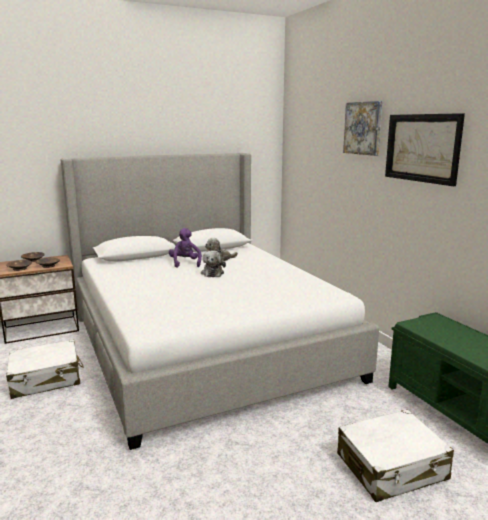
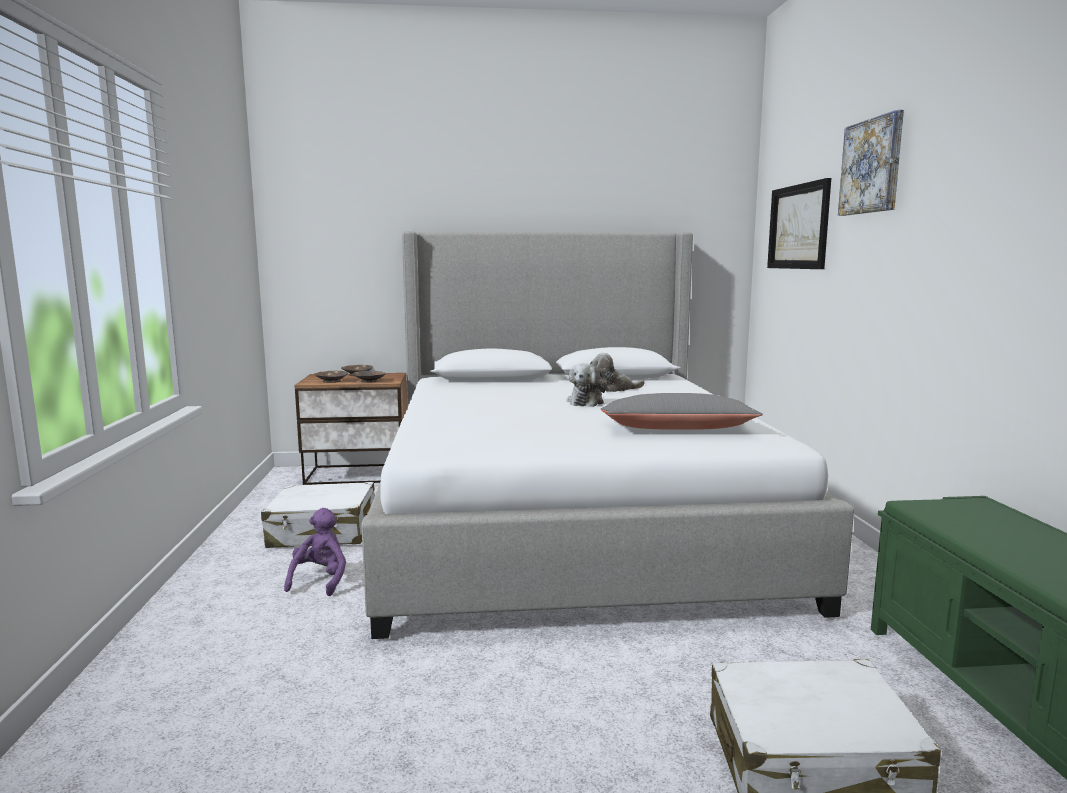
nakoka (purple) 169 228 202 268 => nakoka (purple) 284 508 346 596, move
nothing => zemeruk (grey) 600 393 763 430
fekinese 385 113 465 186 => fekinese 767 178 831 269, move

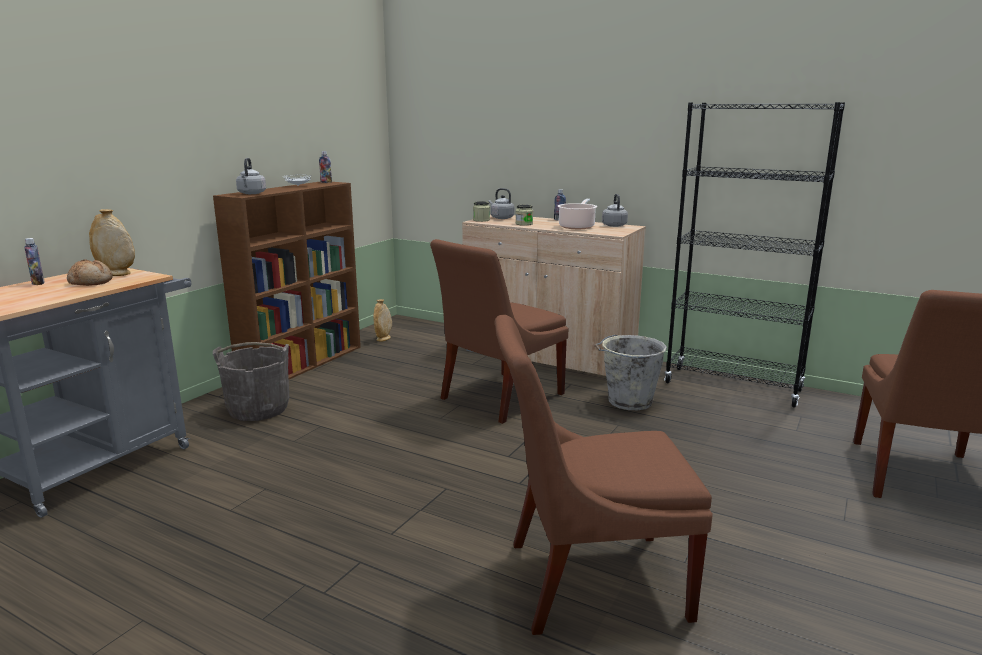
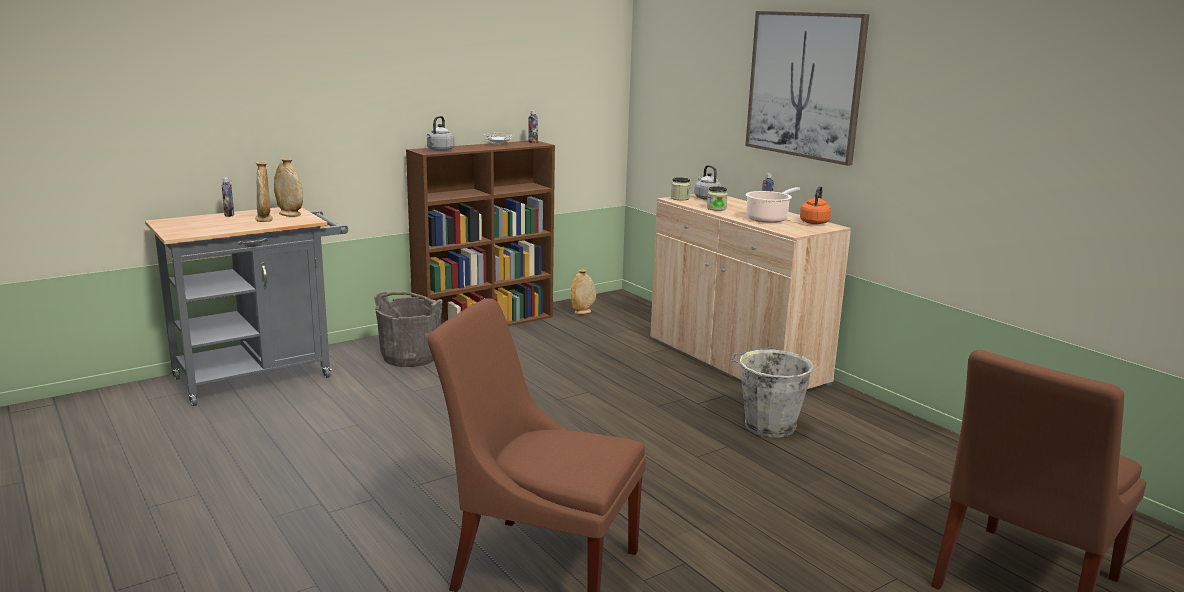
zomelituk 67 259 113 286 => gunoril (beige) 255 161 273 222
nothing => fekinese 745 11 869 166
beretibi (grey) 602 194 628 227 => beretibi (orange) 800 186 831 224
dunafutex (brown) 430 239 568 424 => nothing
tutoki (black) 664 102 845 407 => nothing

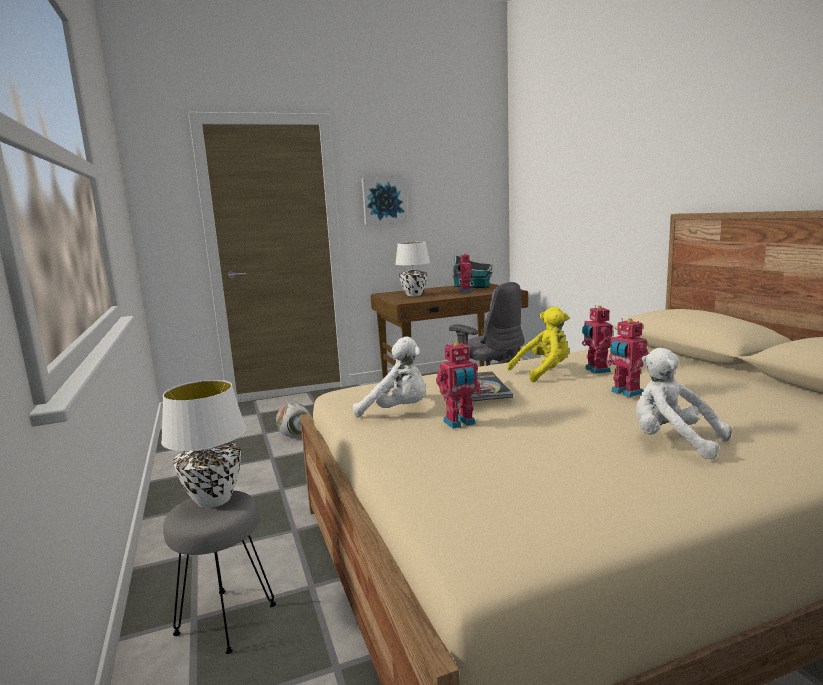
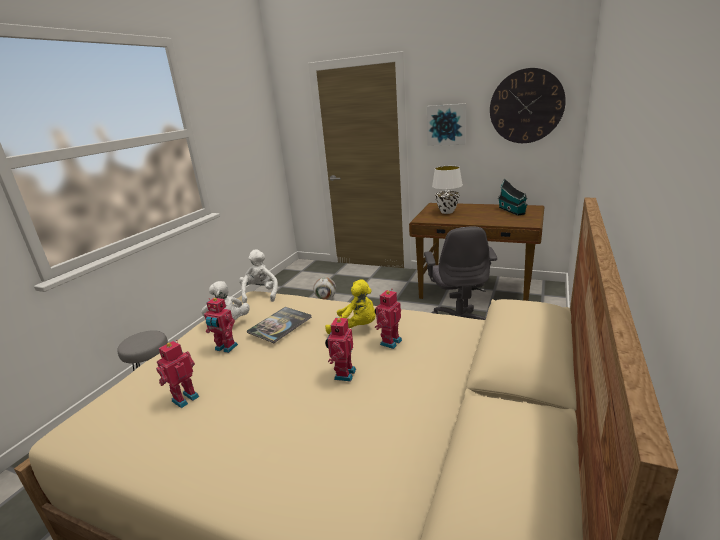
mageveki 456 253 472 292 => mageveki 156 340 199 408, move
nakoka (white) 636 348 732 460 => nakoka (white) 239 249 278 303, move
nothing => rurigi 490 68 566 143
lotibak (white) 161 380 246 508 => nothing

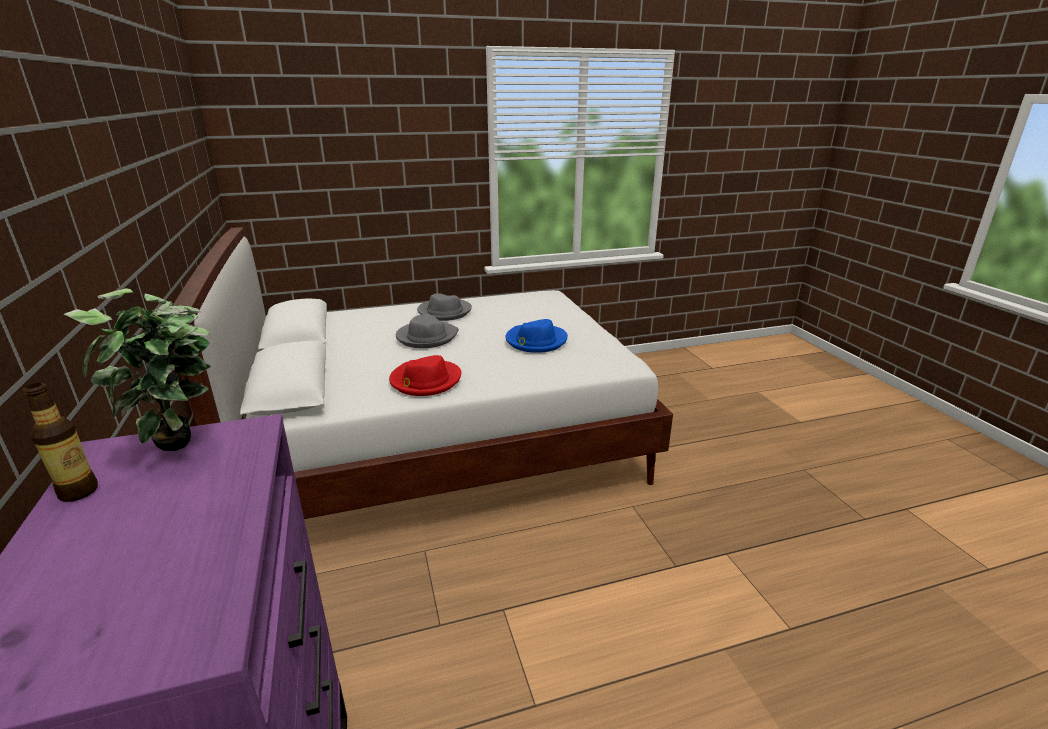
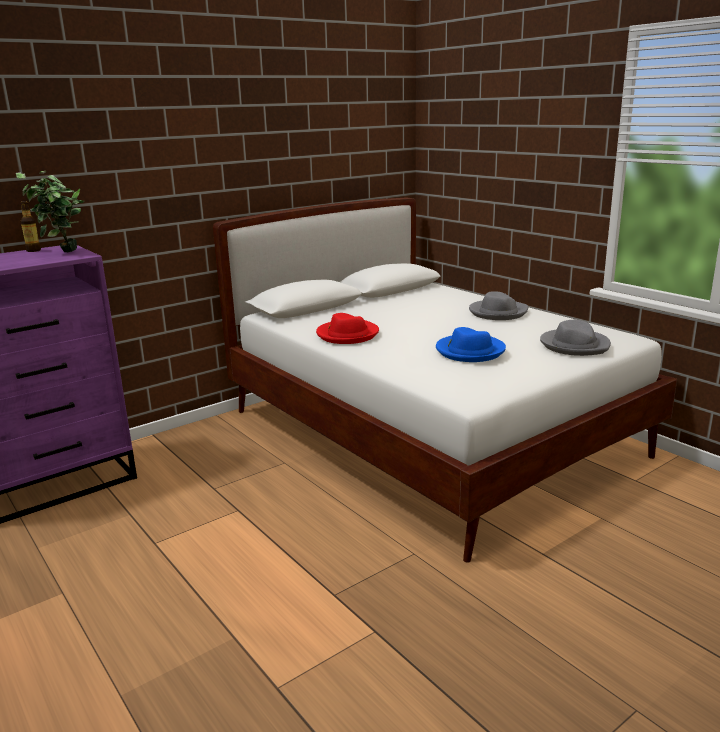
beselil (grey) 396 315 459 348 => beselil (grey) 540 320 611 356, move

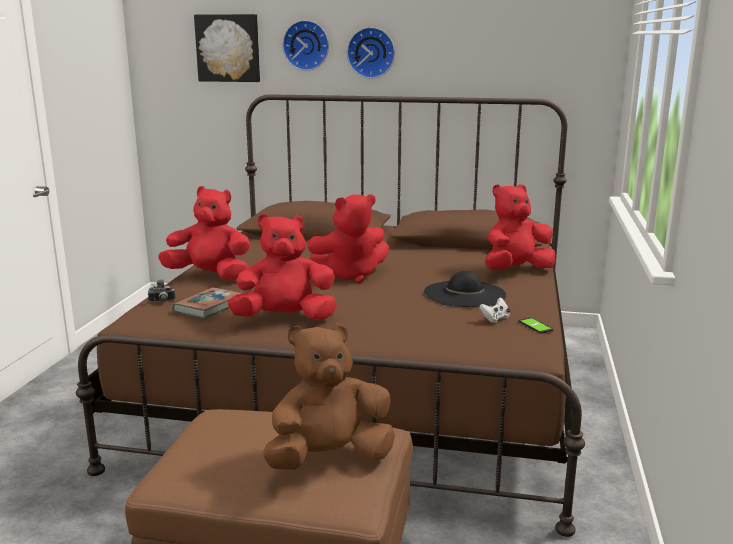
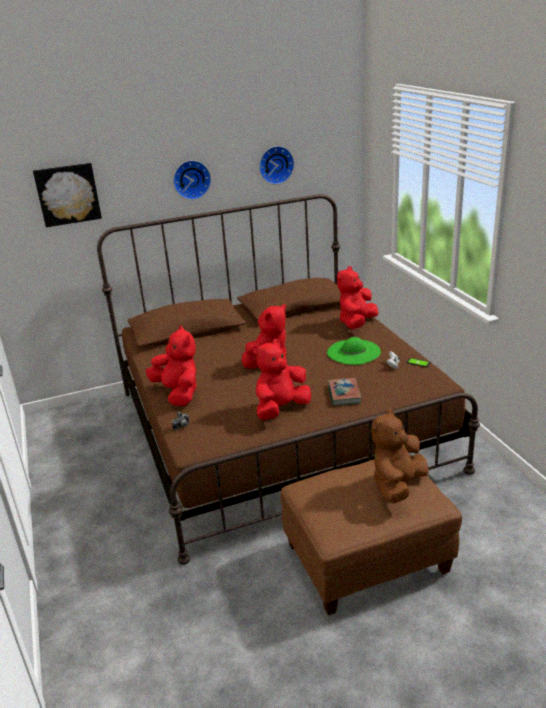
nakoka (red) 158 186 250 281 => nakoka (red) 146 326 197 406, 75 degrees clockwise
rurigi 282 20 329 71 => rurigi 259 146 294 185, move
beselil (black) 424 271 506 307 => beselil (green) 327 337 381 365
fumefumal 173 288 242 319 => fumefumal 327 378 362 406, move

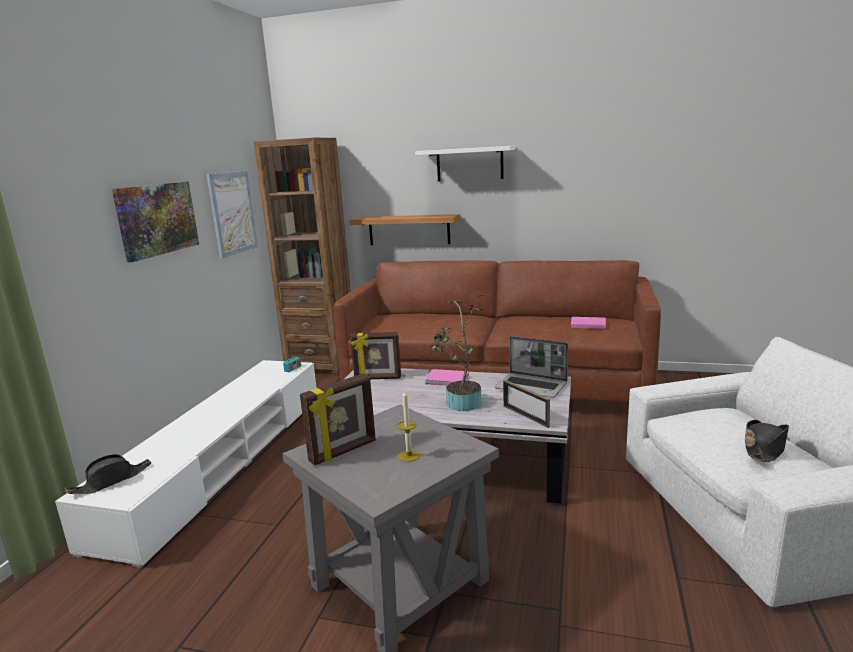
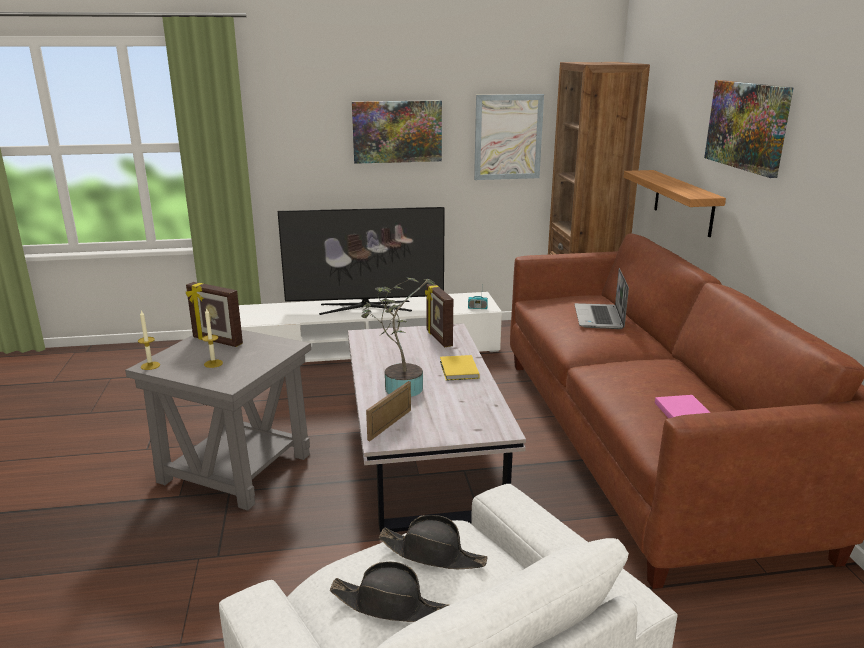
nothing => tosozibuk 138 310 160 370
nothing => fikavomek 278 207 445 315
beselil (black) 65 454 151 494 => beselil (black) 379 515 488 569, move
fumefumal (pink) 425 369 469 386 => fumefumal (yellow) 440 355 479 381
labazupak 495 336 568 398 => labazupak 574 268 629 329, move
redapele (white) 415 146 515 181 => fekinese 704 80 793 178

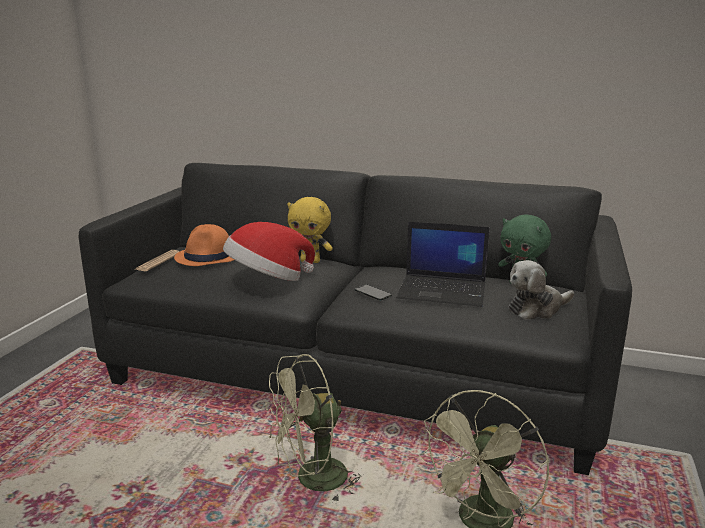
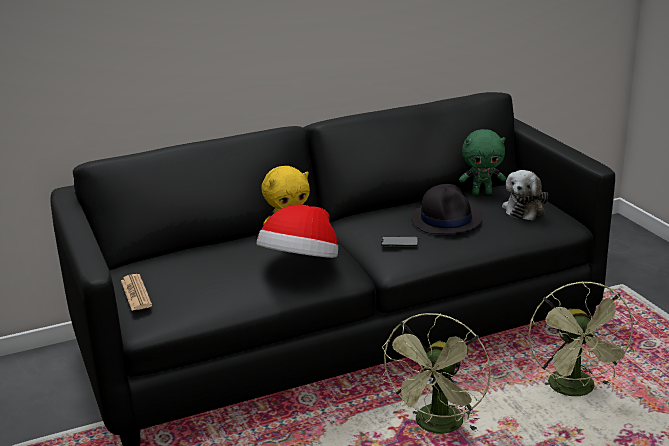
labazupak 396 222 490 307 => beselil (black) 411 184 482 234
beselil (orange) 174 224 234 266 => nothing

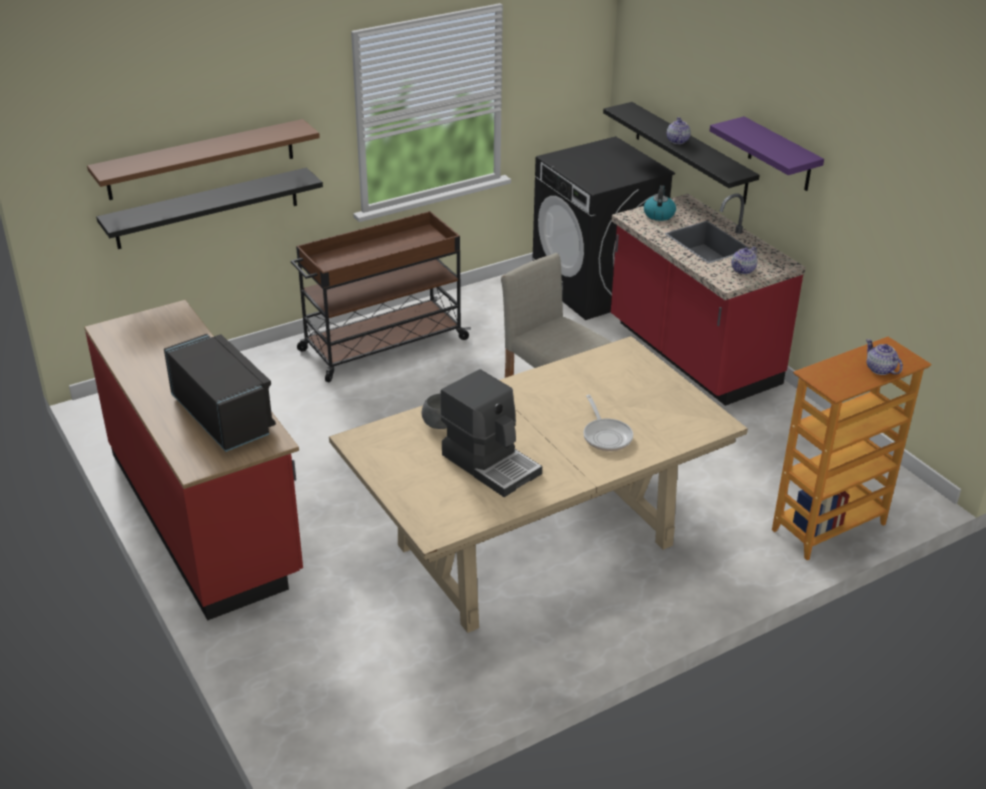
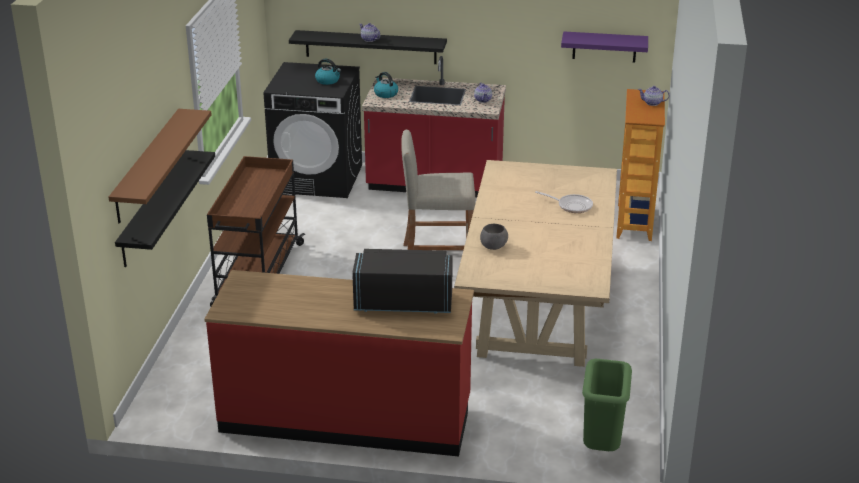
nothing => beretibi 315 59 341 85
redapele (purple) 710 117 824 191 => redapele (purple) 561 32 648 63, move
nothing => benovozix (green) 582 359 632 451
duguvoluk 441 369 542 497 => nothing

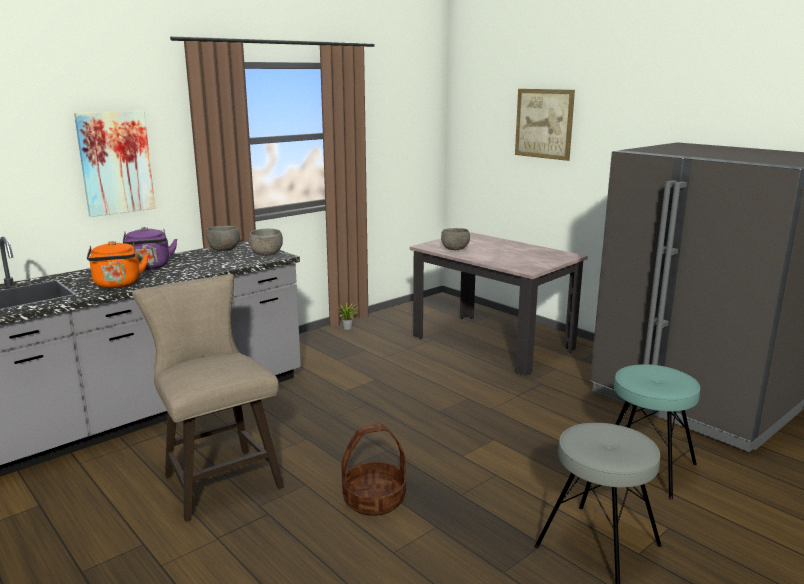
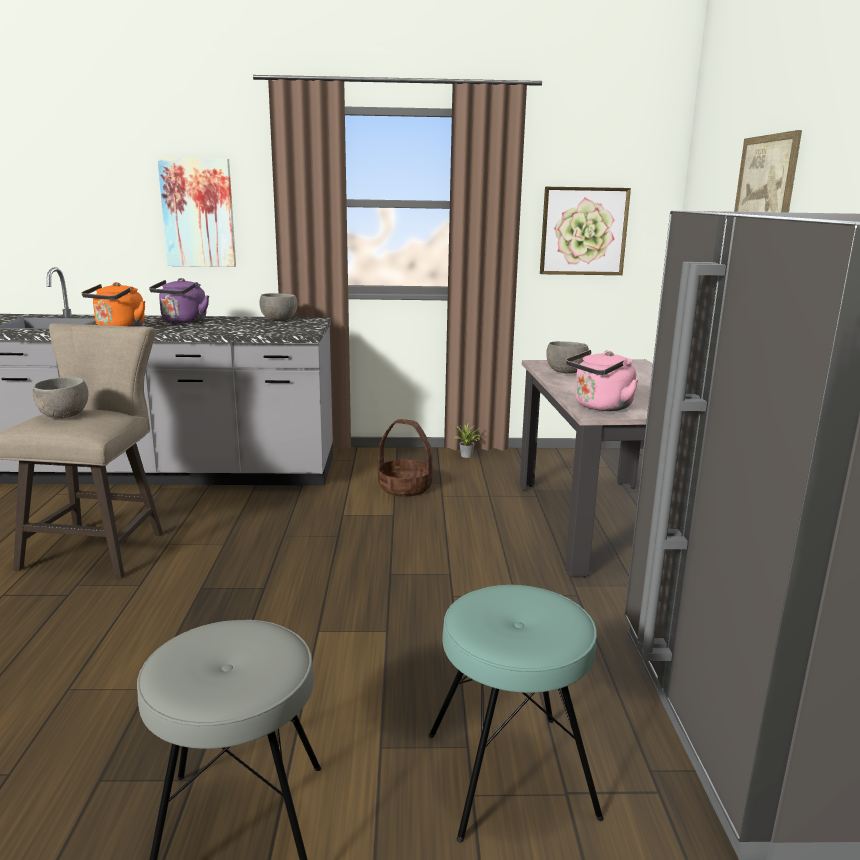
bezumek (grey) 249 229 283 256 => bezumek (grey) 32 377 88 419, move
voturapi 341 424 406 516 => voturapi 378 419 433 497, move
nothing => fekinese 540 187 631 275
nothing => beretibi (pink) 566 350 638 411

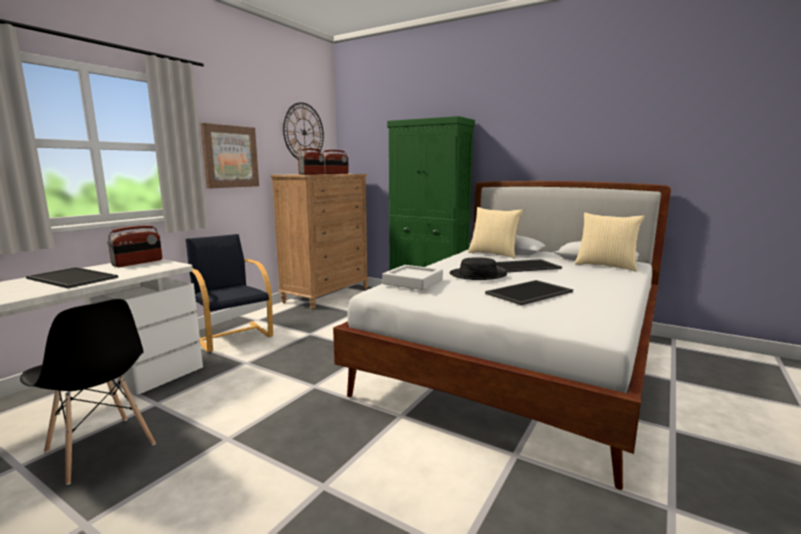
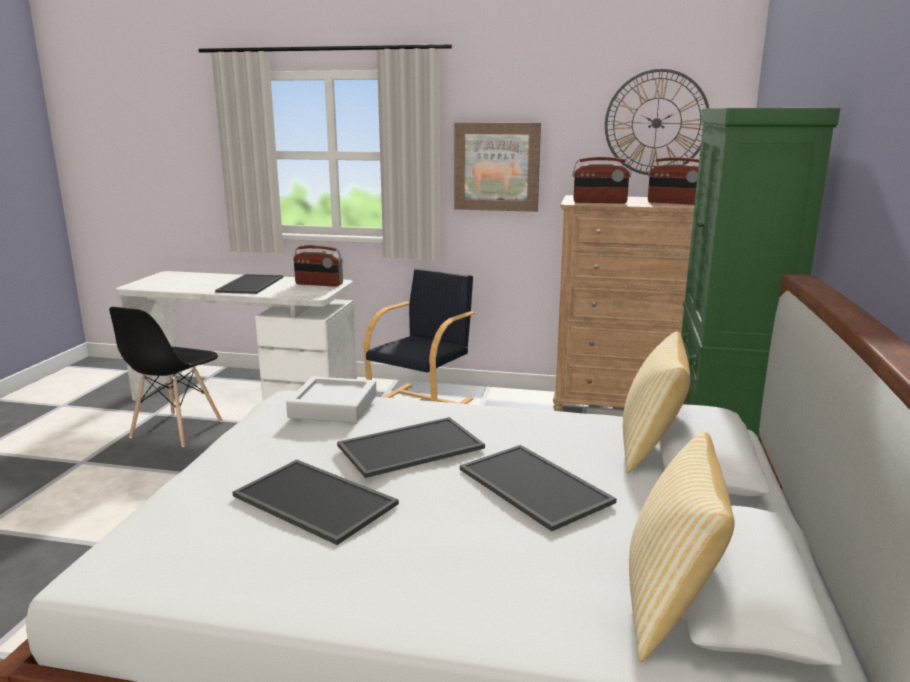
beselil (black) 450 257 507 280 => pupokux 337 417 485 478

